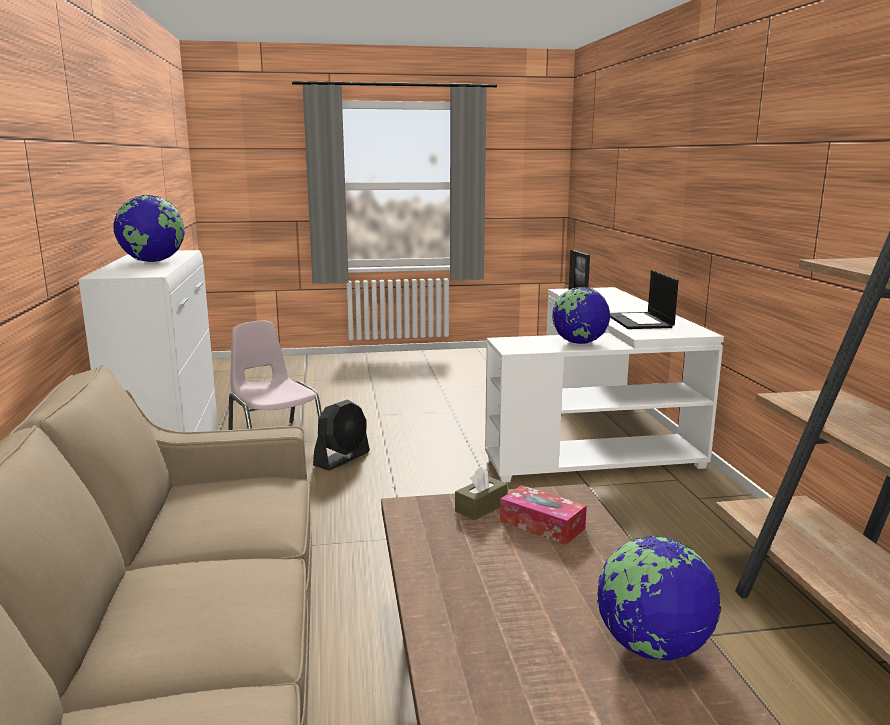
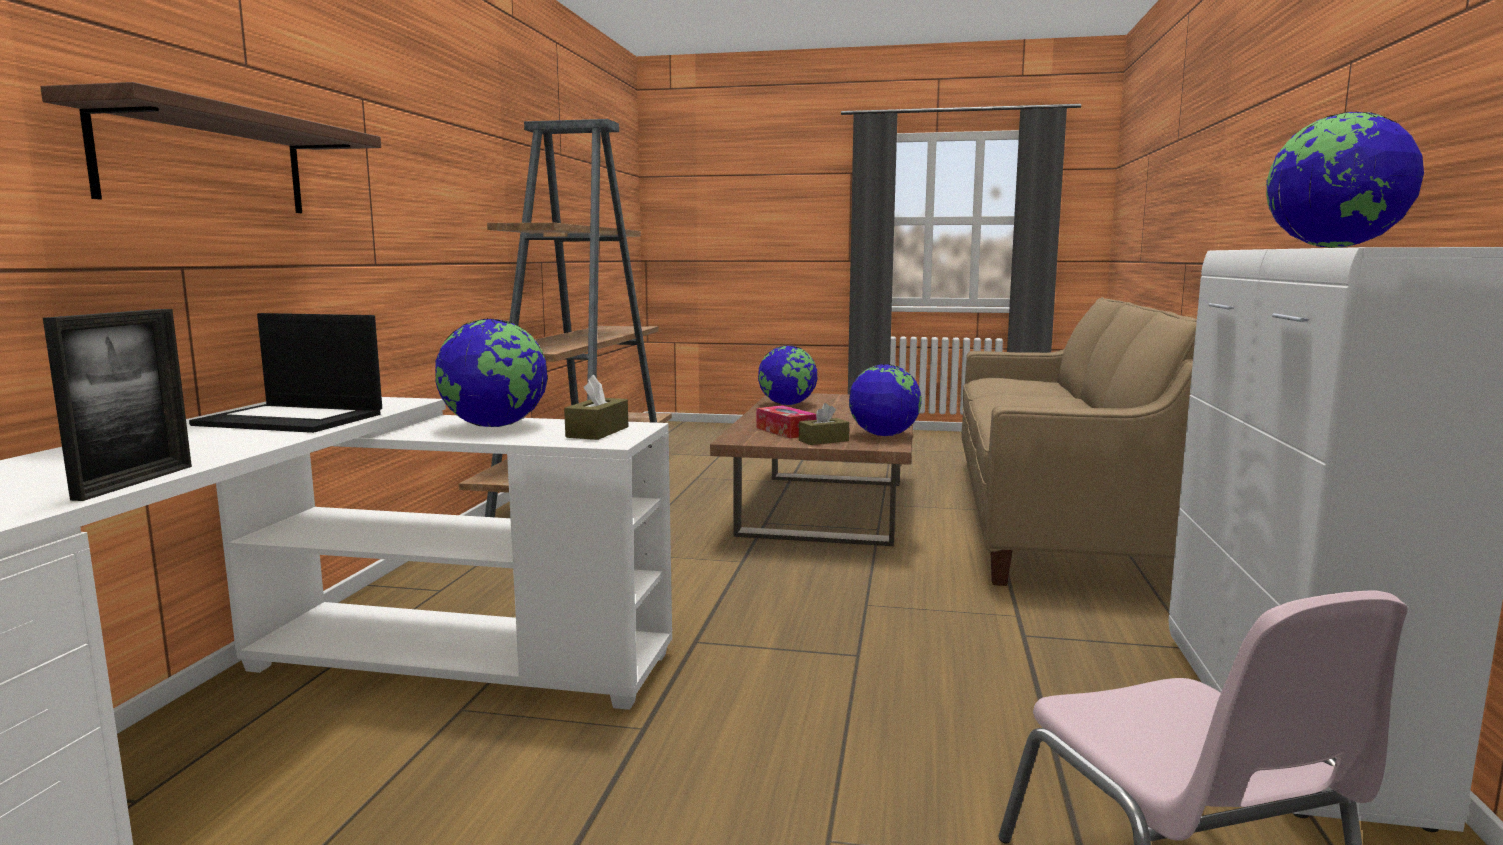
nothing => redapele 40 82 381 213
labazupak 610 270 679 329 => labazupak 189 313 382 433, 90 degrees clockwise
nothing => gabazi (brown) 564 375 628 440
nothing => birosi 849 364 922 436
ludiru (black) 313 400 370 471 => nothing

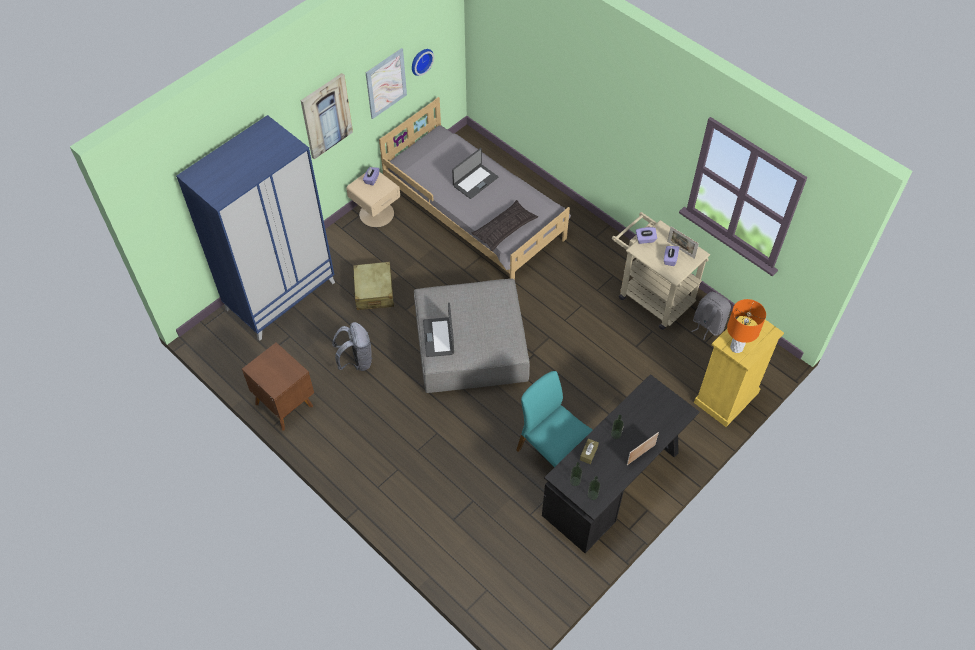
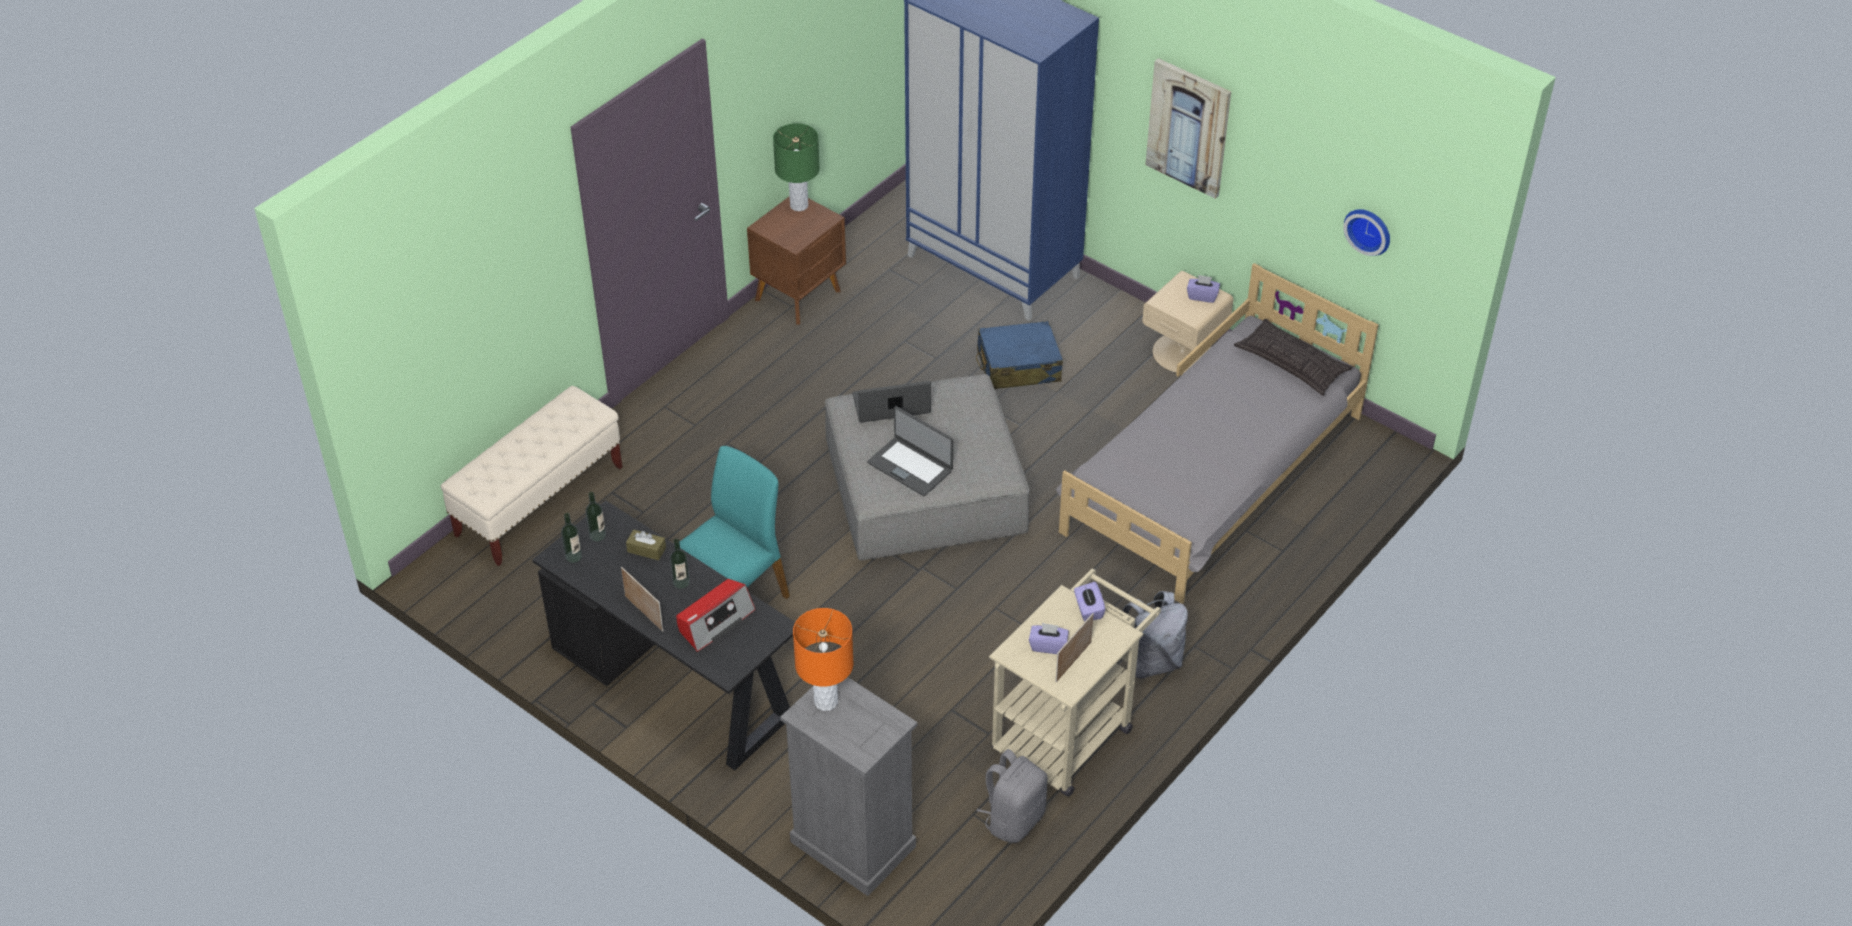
nothing => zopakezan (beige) 441 386 622 566
nothing => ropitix 676 579 755 652
nothing => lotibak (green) 773 123 820 211
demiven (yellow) 694 316 784 427 => demiven (grey) 780 677 917 896
labazupak 452 148 498 199 => labazupak 867 406 953 496, move
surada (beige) 353 262 394 310 => surada (blue) 976 321 1063 389
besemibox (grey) 332 322 372 371 => besemibox (grey) 1122 591 1188 679, move
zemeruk 472 200 538 251 => zemeruk 1234 319 1353 396, move
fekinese 365 48 407 119 => nothing

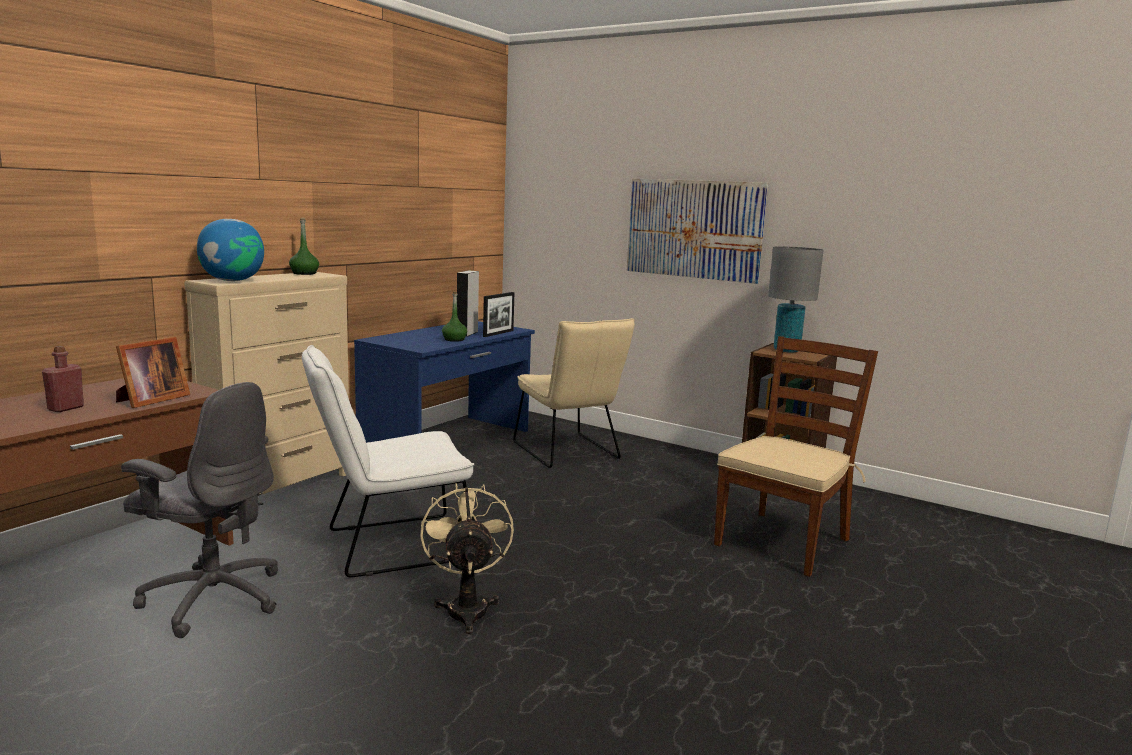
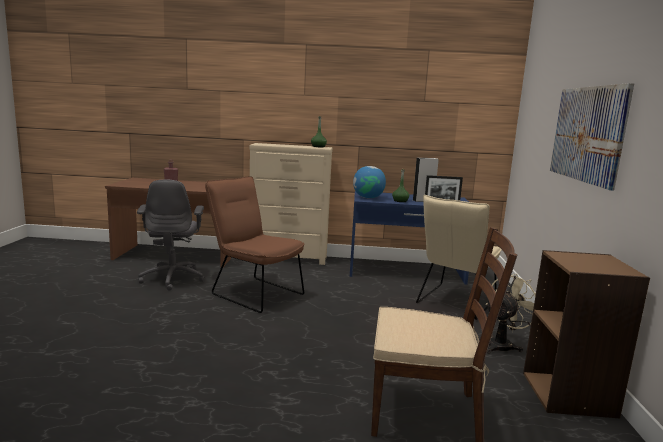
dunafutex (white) 302 345 475 577 => dunafutex (brown) 205 176 304 313
birosi 197 219 264 281 => birosi 353 166 386 198, move
ludiru (beige) 420 483 514 634 => ludiru (beige) 486 274 536 354, move
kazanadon 116 337 190 408 => nothing
lotibak (grey) 768 246 824 352 => nothing

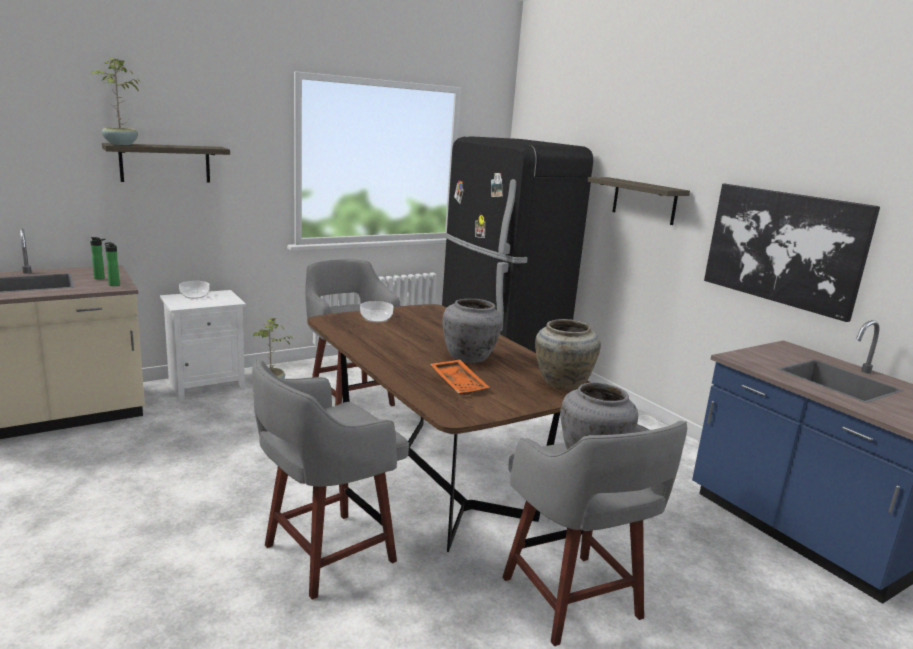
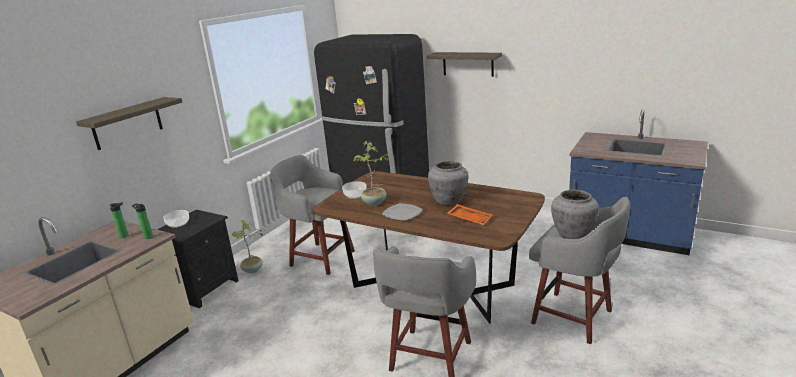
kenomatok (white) 160 290 246 399 => kenomatok (black) 157 210 239 308
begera 91 58 141 145 => begera 353 141 391 206, move
nothing => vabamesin 382 203 423 221
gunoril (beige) 535 319 601 390 => nothing
fekinese 704 184 880 322 => nothing

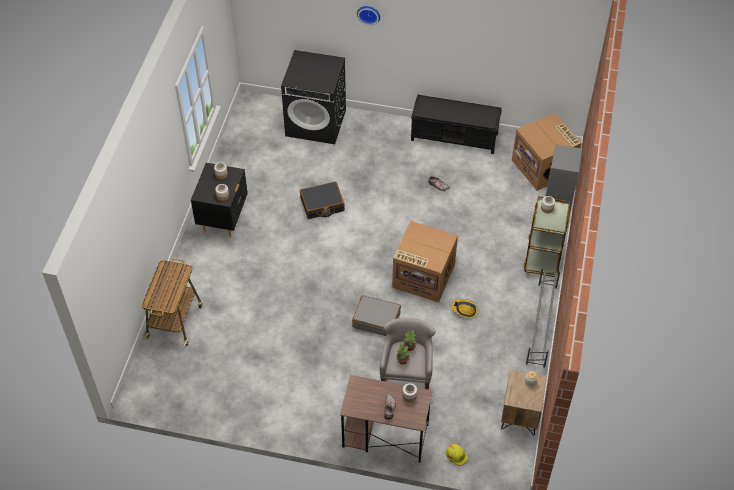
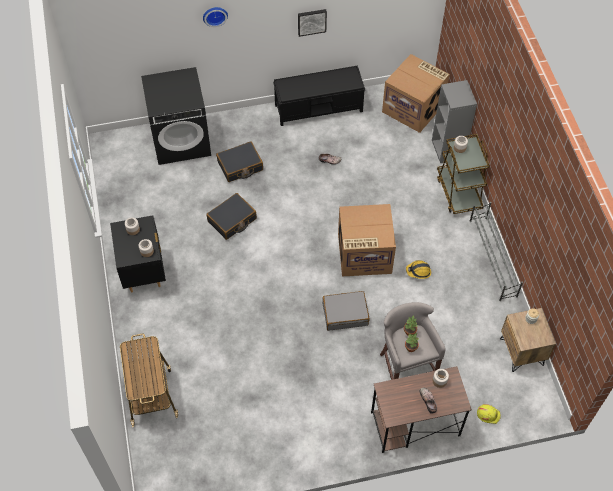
nothing => surada (black) 216 141 263 182
nothing => fekinese 298 9 327 37

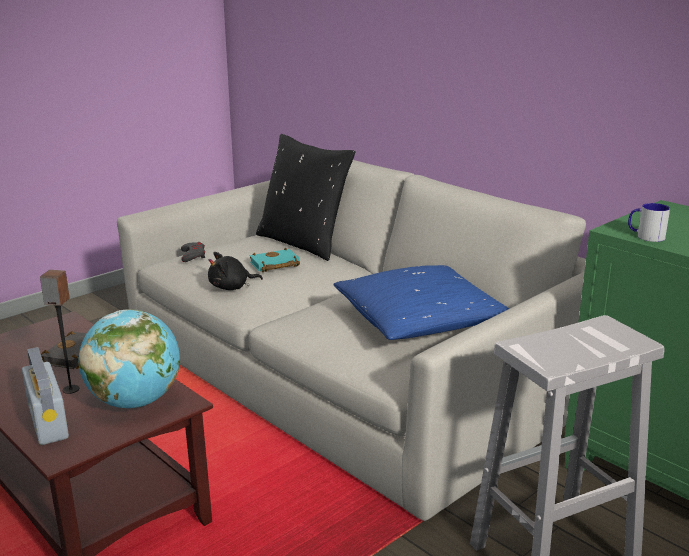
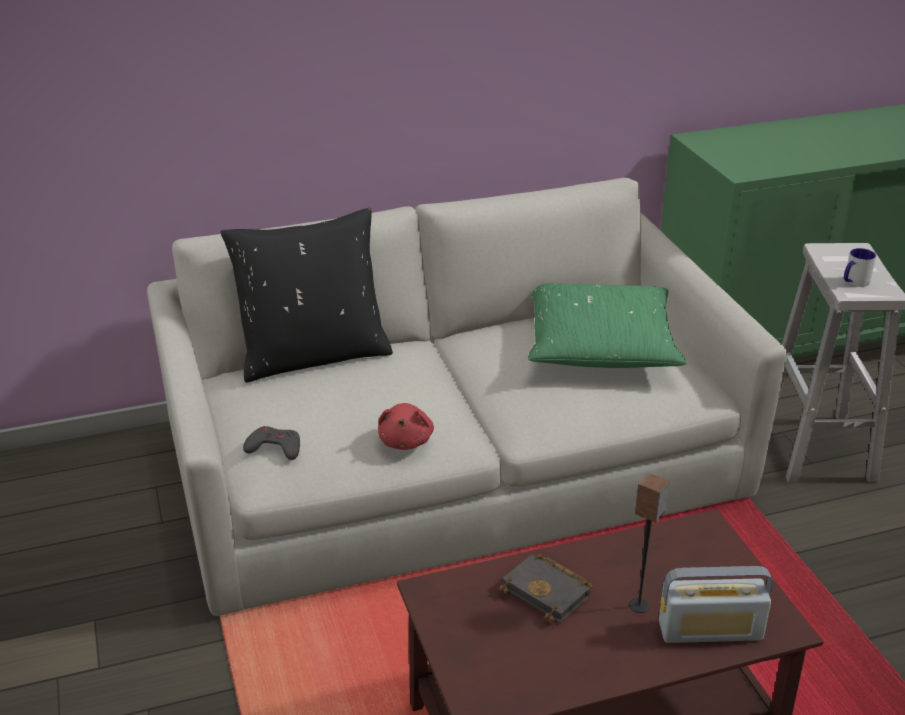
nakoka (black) 208 252 263 290 => nakoka (red) 378 403 434 450
zemeruk (blue) 333 265 509 340 => zemeruk (green) 528 283 686 368
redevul 628 203 670 242 => redevul 844 248 876 287, move
birosi 79 309 180 408 => nothing
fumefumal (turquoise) 250 248 300 272 => nothing

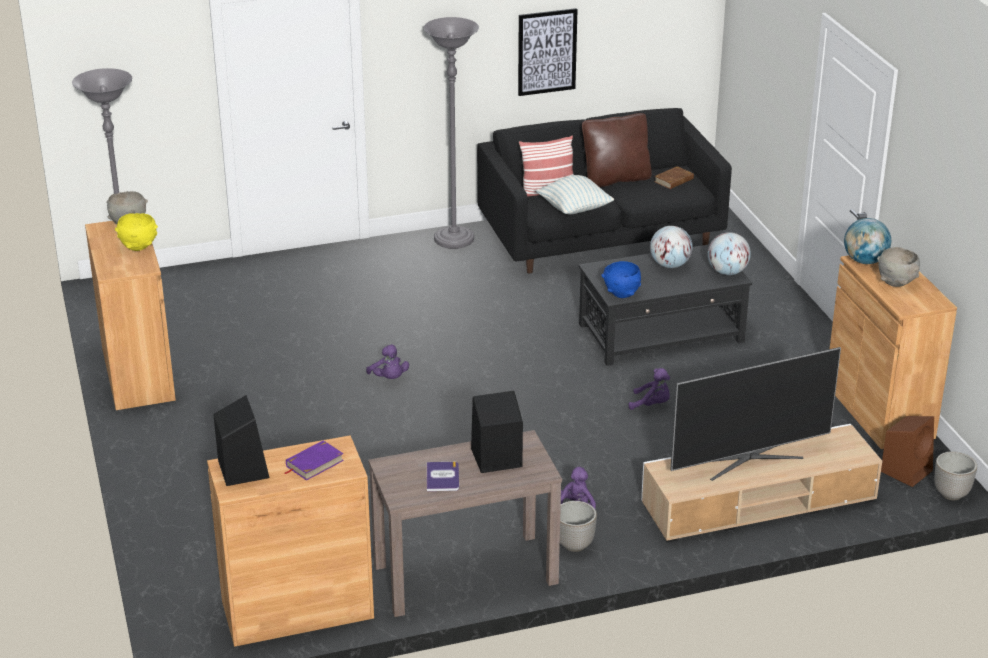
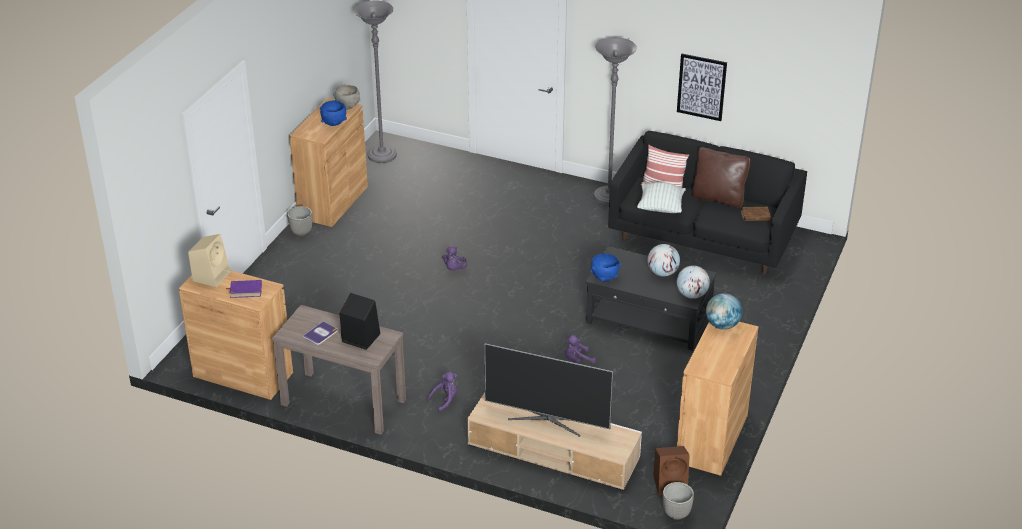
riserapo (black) 213 395 270 486 => riserapo (beige) 188 234 230 287
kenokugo 560 501 597 552 => kenokugo 287 206 312 236, move
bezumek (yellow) 115 213 158 251 => bezumek (blue) 320 100 347 126
nakoka (purple) 629 368 670 410 => nakoka (purple) 565 335 596 364, 105 degrees clockwise
bezumek (grey) 877 247 920 287 => nothing

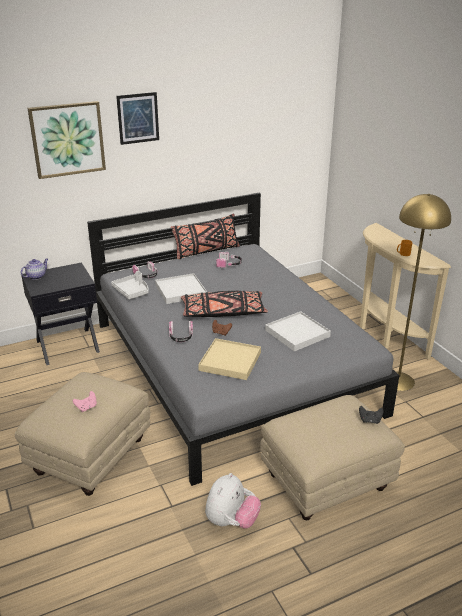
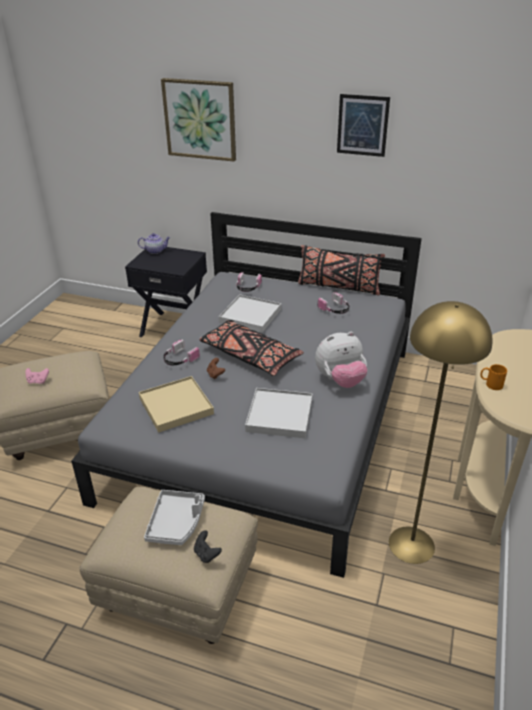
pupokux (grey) 111 271 149 299 => pupokux (grey) 144 490 205 545, move
nakoka 205 473 261 529 => nakoka 315 332 367 388, move
fekinese 116 92 159 145 => fekinese 337 94 390 157, move

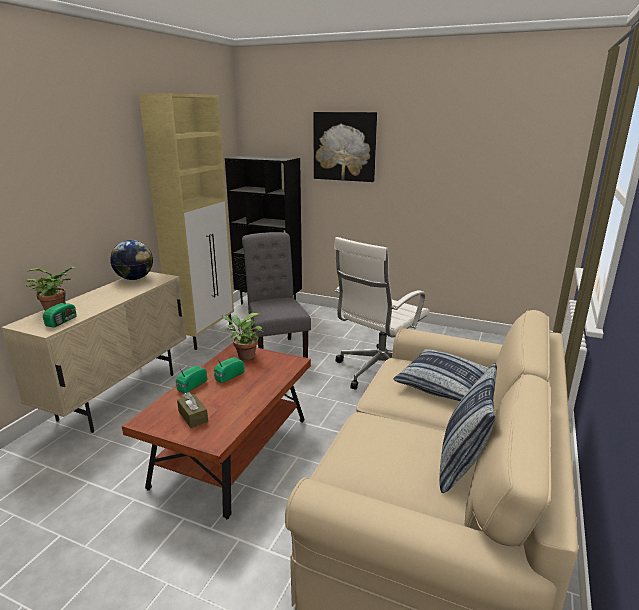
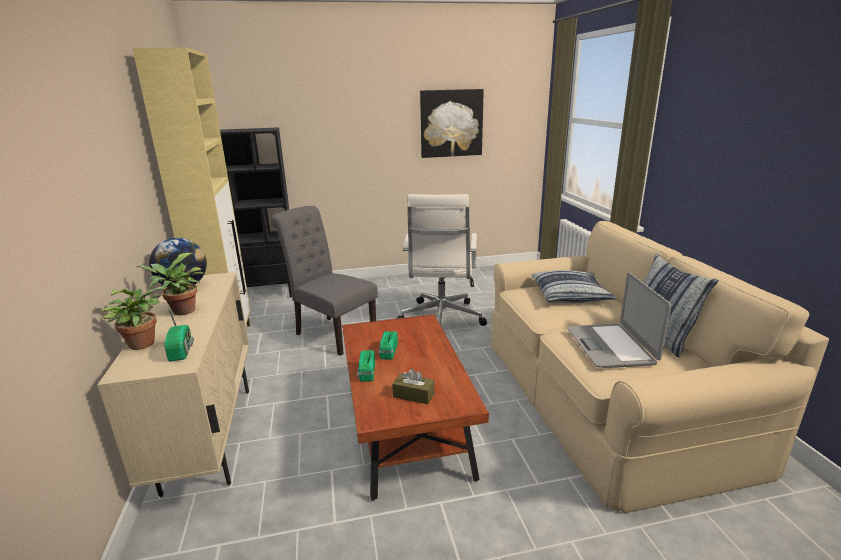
begera 222 313 264 360 => begera 137 253 204 315, move
fekinese 313 112 377 182 => fekinese 420 89 484 158, move
nothing => labazupak 567 273 671 368

